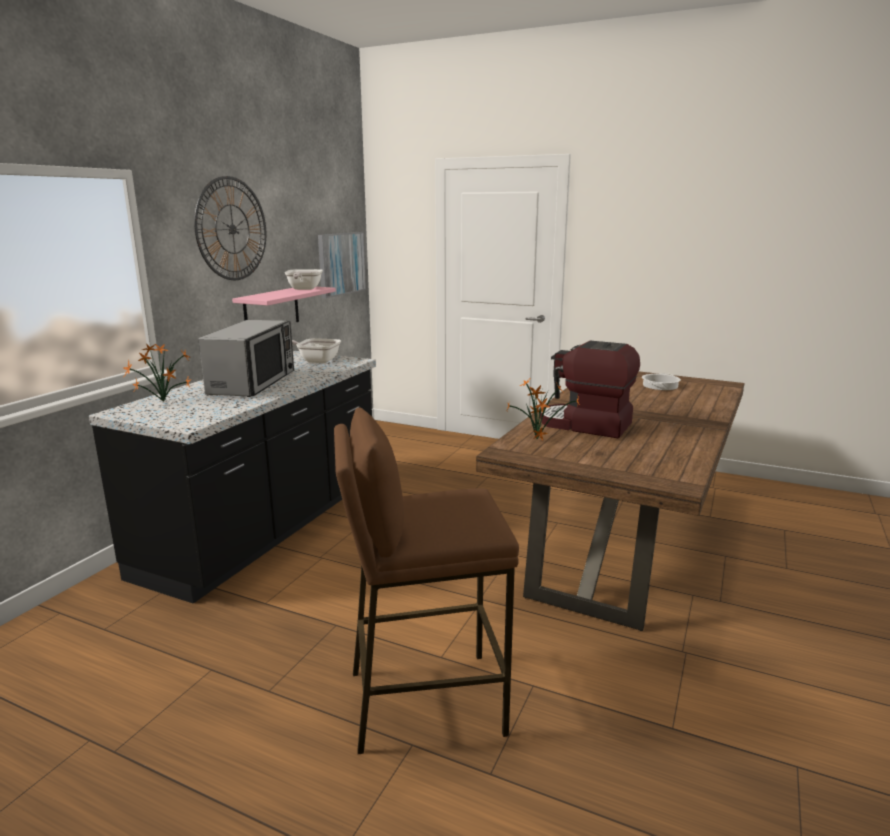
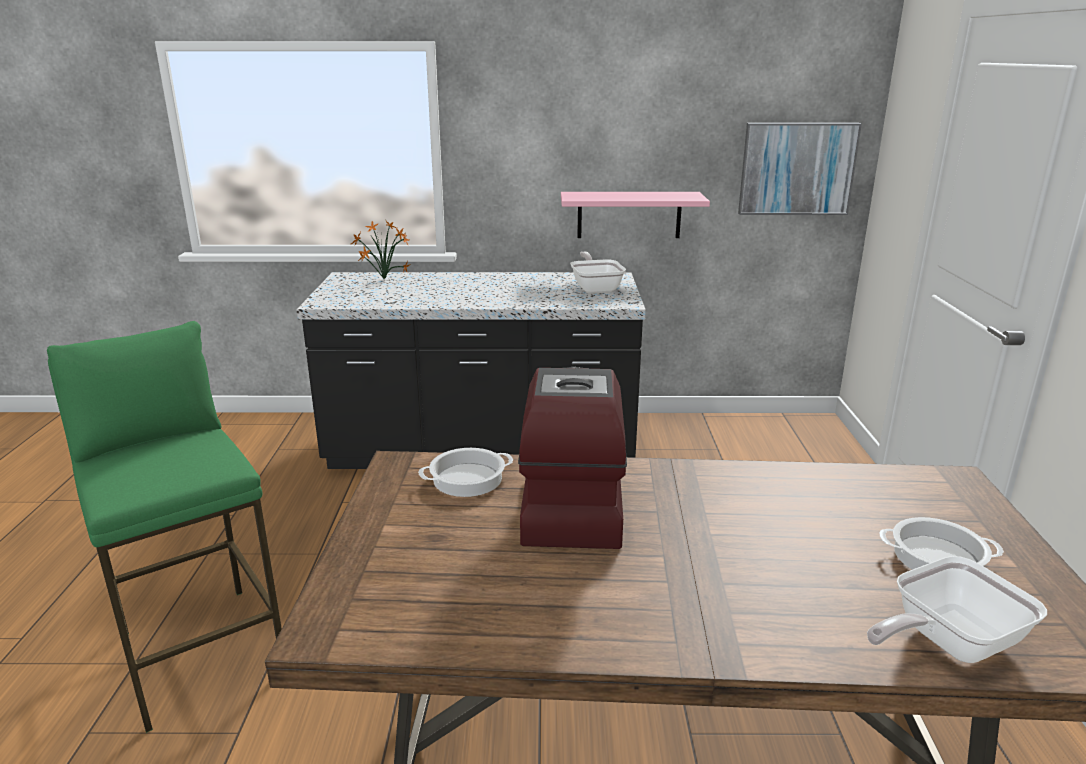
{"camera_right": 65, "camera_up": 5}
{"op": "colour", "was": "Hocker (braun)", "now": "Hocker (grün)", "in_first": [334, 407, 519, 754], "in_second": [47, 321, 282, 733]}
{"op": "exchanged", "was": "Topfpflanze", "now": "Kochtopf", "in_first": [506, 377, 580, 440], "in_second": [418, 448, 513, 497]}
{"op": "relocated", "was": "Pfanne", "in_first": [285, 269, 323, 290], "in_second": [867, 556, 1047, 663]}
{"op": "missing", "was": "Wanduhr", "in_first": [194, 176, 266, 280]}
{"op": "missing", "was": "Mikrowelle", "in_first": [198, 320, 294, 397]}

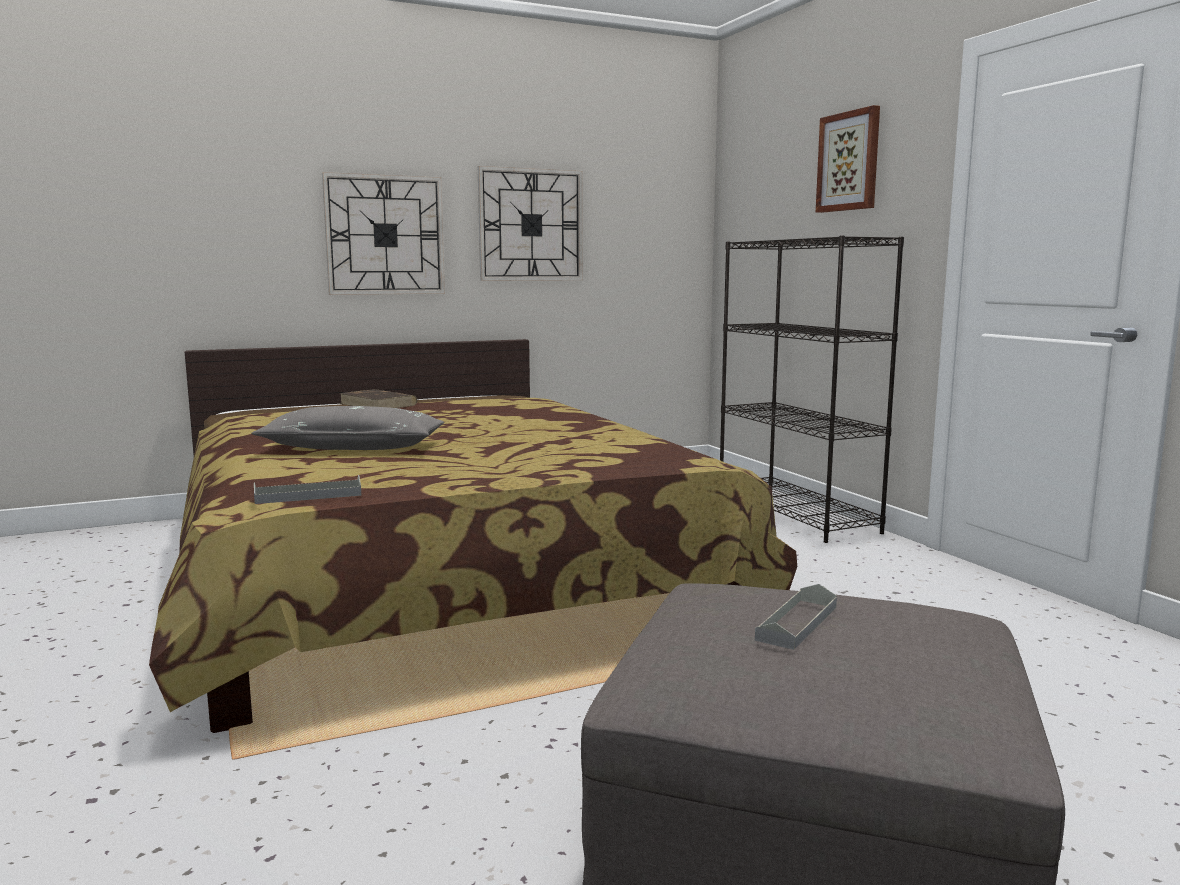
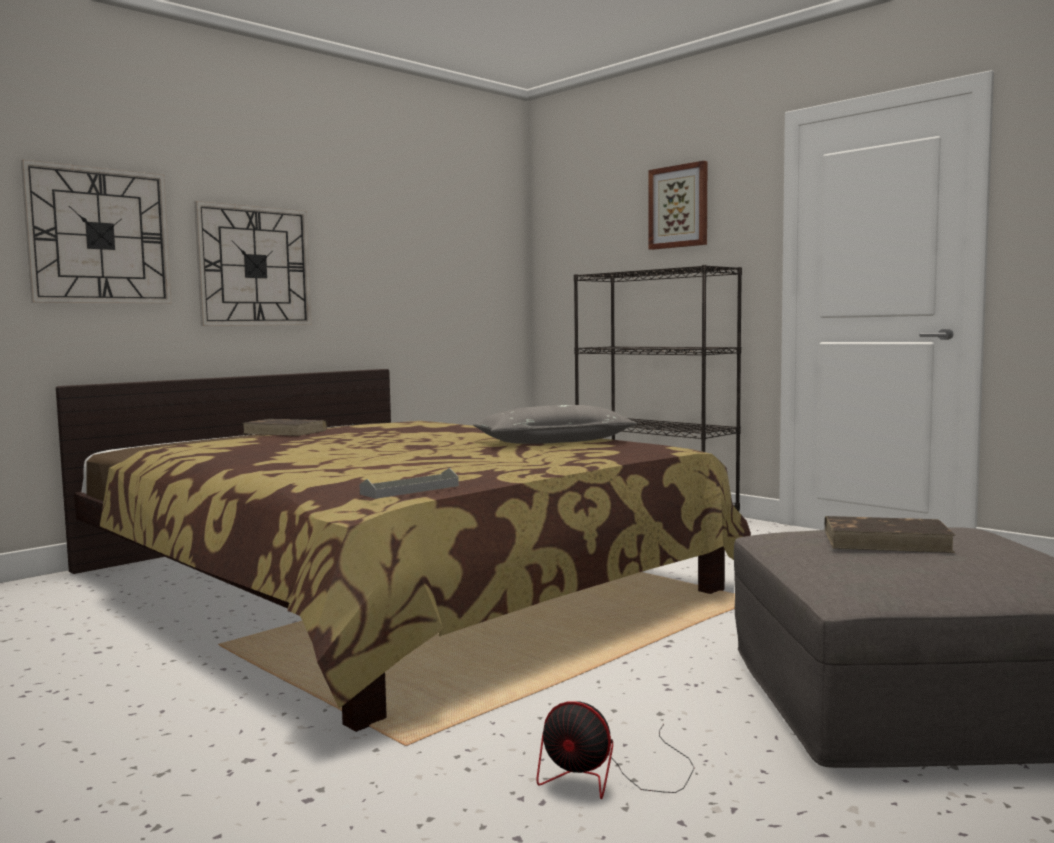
{"camera_right": -20, "camera_up": -5}
{"op": "relocated", "was": "Wanduhr", "in_first": [478, 166, 583, 281], "in_second": [21, 160, 171, 304]}
{"op": "relocated", "was": "Kissen (grau)", "in_first": [251, 406, 444, 450], "in_second": [473, 405, 637, 444]}
{"op": "appeared", "now": "Ventilator", "in_second": [537, 701, 695, 799]}
{"op": "exchanged", "was": "Tablett (grau)", "now": "Buch (braun)", "in_first": [755, 584, 837, 650], "in_second": [825, 516, 955, 553]}

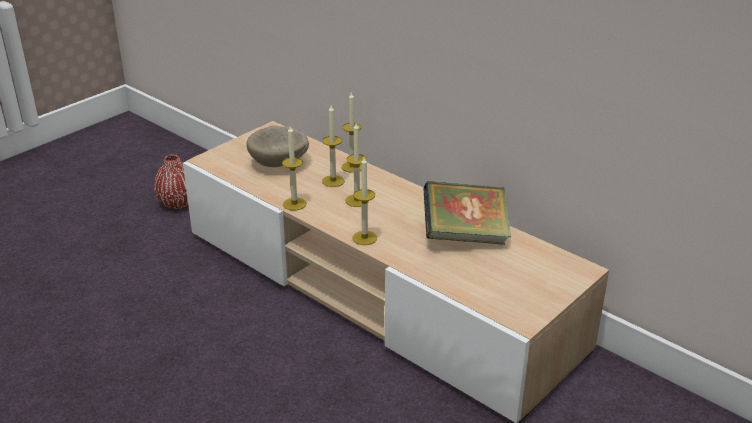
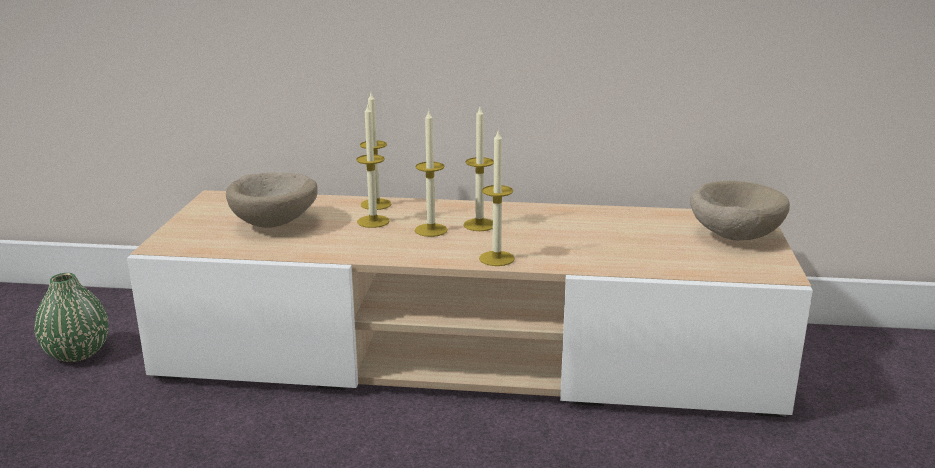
{"camera_right": -35, "camera_up": -10}
{"op": "colour", "was": "Vase (rot)", "now": "Vase (grün)", "in_first": [154, 154, 188, 209], "in_second": [34, 273, 109, 362]}
{"op": "relocated", "was": "Kerze", "in_first": [282, 126, 306, 210], "in_second": [463, 107, 494, 231]}
{"op": "appeared", "now": "Schüssel (beige)", "in_second": [690, 181, 790, 241]}
{"op": "missing", "was": "Buch", "in_first": [423, 181, 511, 245]}

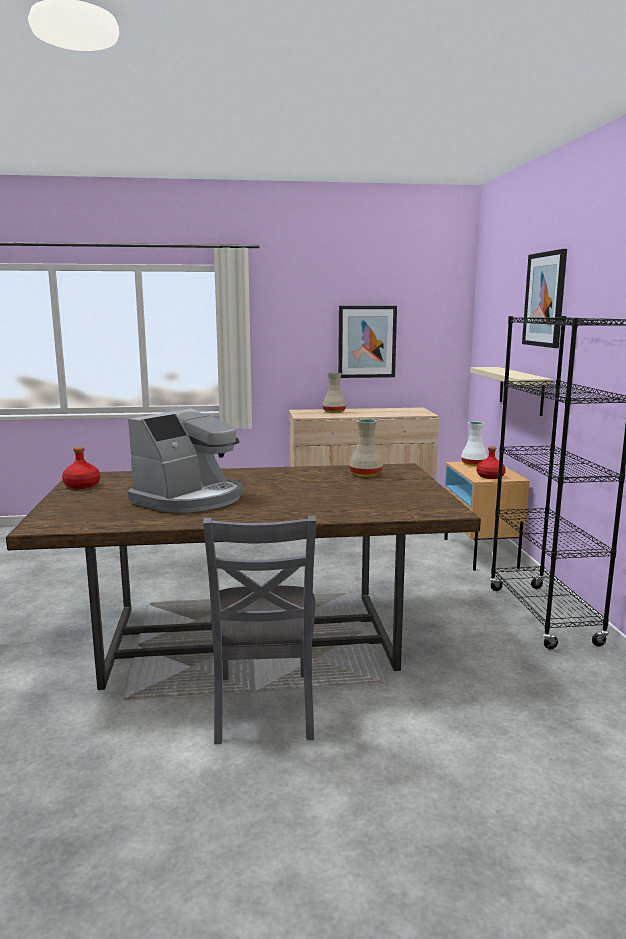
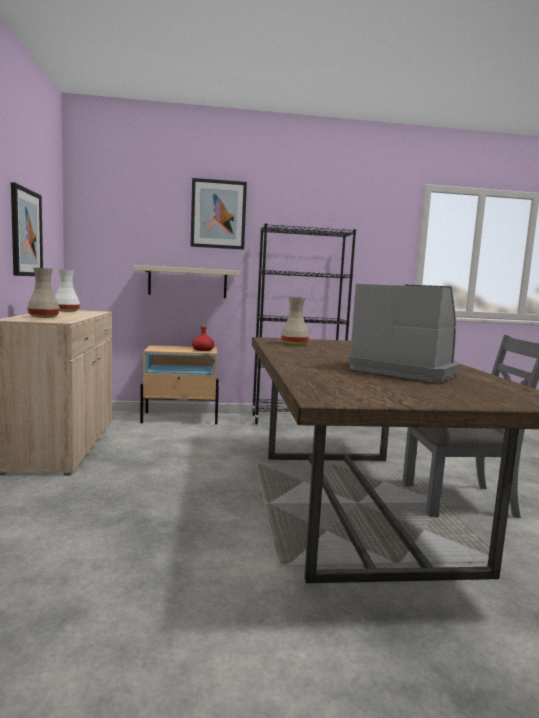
{"camera_right": -90, "camera_up": -5}
{"op": "relocated", "was": "Vase (weiß)", "in_first": [461, 422, 487, 466], "in_second": [55, 270, 80, 312]}
{"op": "missing", "was": "Flasche (rot)", "in_first": [62, 447, 100, 489]}

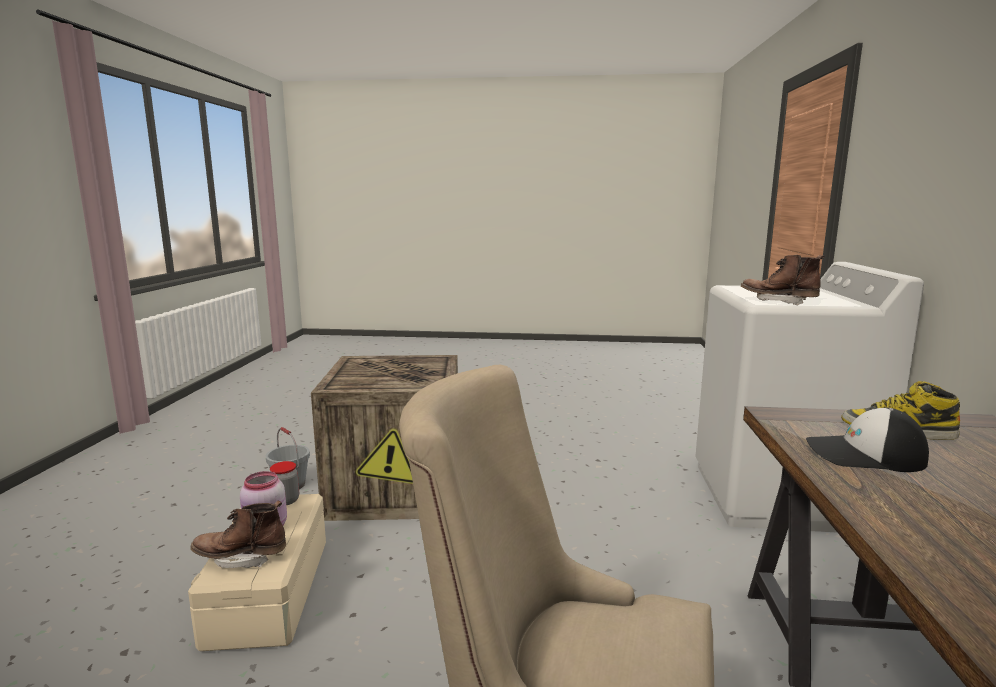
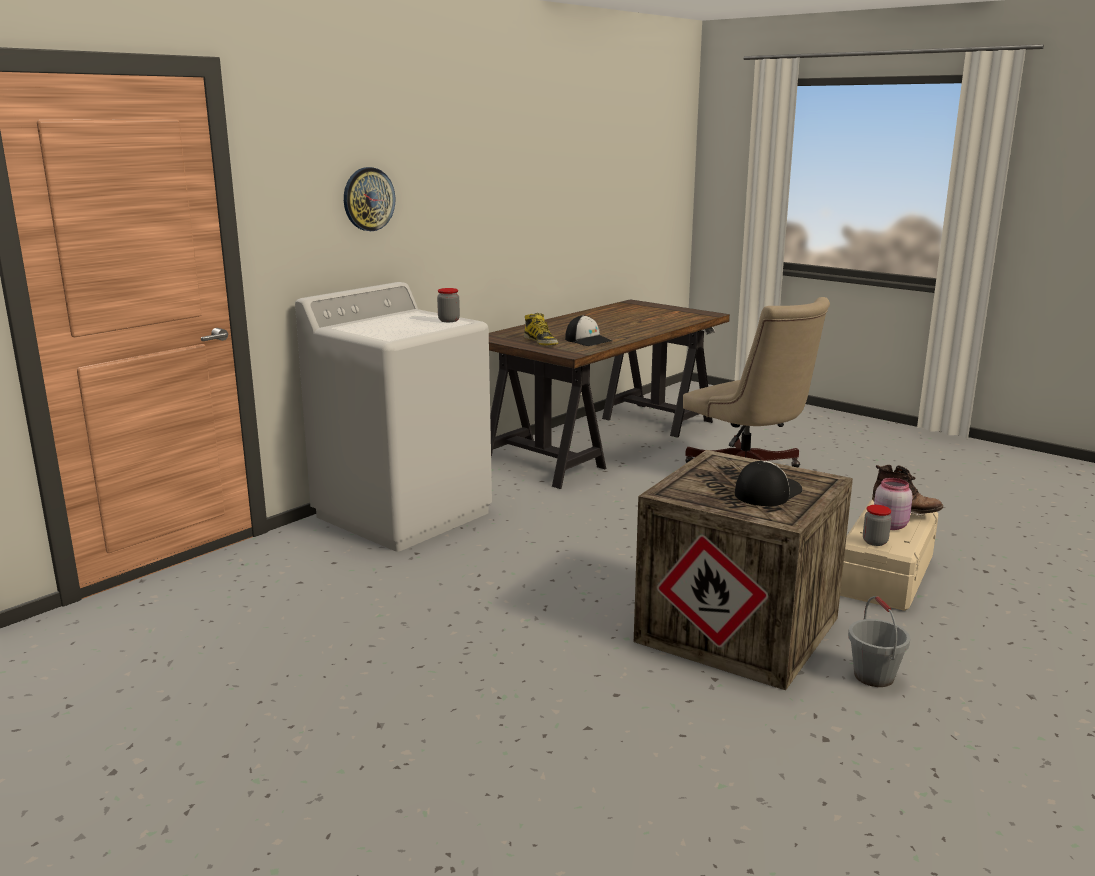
{"camera_right": -145, "camera_up": 5}
{"op": "appeared", "now": "Wanduhr", "in_second": [344, 167, 395, 231]}
{"op": "exchanged", "was": "Stiefel (braun)", "now": "Vorratsglas", "in_first": [741, 255, 824, 305], "in_second": [437, 288, 460, 322]}
{"op": "appeared", "now": "Kappe", "in_second": [735, 461, 802, 506]}

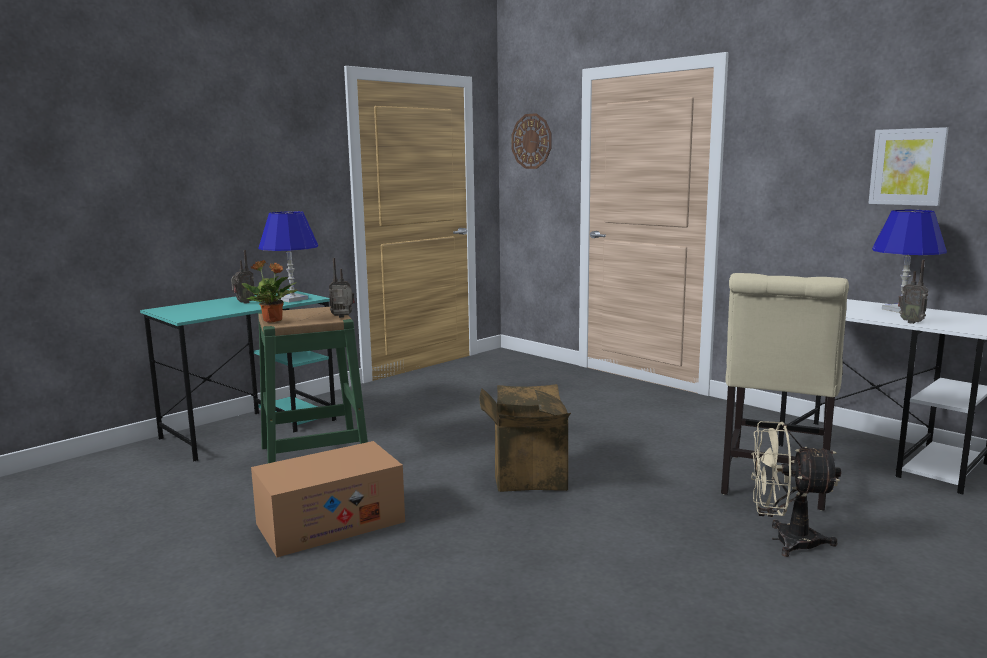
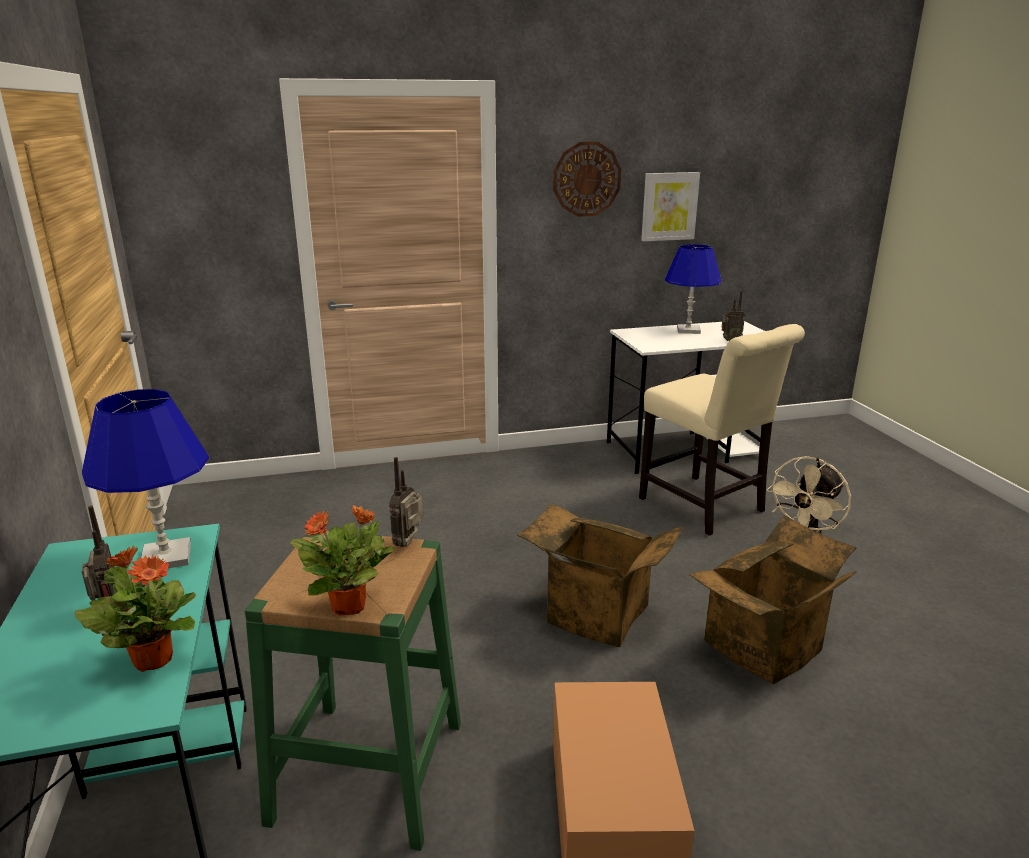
{"camera_right": -60, "camera_up": 10}
{"op": "appeared", "now": "Topfpflanze", "in_second": [74, 546, 196, 672]}
{"op": "relocated", "was": "Wanduhr", "in_first": [511, 113, 552, 169], "in_second": [553, 142, 621, 217]}
{"op": "appeared", "now": "Karton", "in_second": [689, 515, 857, 684]}

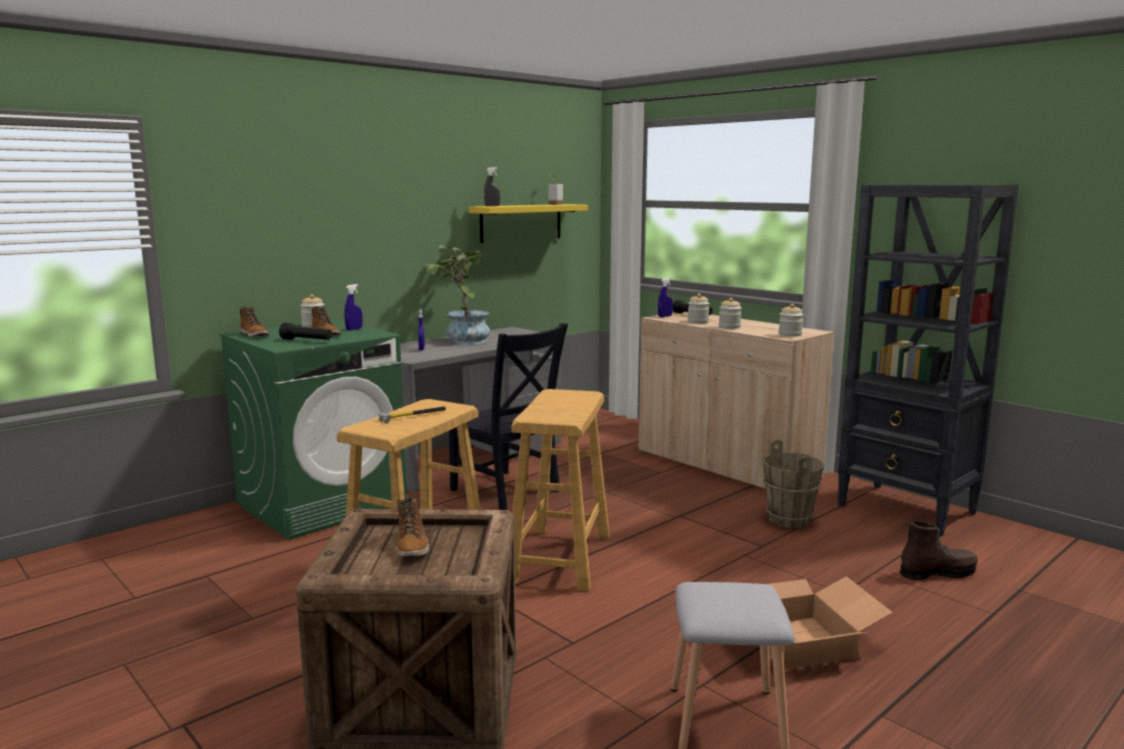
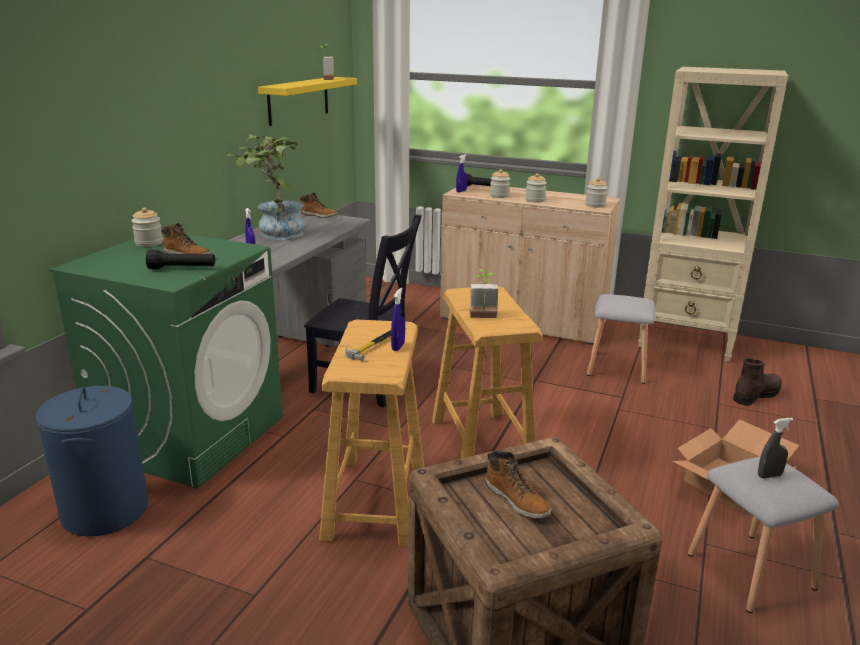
{"camera_right": -25, "camera_up": 10}
{"op": "appeared", "now": "Wäschekorb (blau)", "in_second": [36, 386, 148, 537]}
{"op": "relocated", "was": "Stiefel", "in_first": [240, 306, 269, 337], "in_second": [300, 193, 338, 218]}
{"op": "relocated", "was": "Sprühflasche (blau)", "in_first": [344, 284, 363, 331], "in_second": [391, 288, 405, 351]}
{"op": "appeared", "now": "Topfpflanze", "in_second": [470, 269, 498, 318]}
{"op": "exchanged", "was": "Eimer (braun)", "now": "Hocker (grau)", "in_first": [763, 440, 824, 528], "in_second": [587, 294, 656, 384]}
{"op": "colour", "was": "Bücherregal (schwarz)", "now": "Bücherregal (beige)", "in_first": [837, 185, 1019, 537], "in_second": [638, 67, 788, 362]}
{"op": "relocated", "was": "Sprühflasche (grau)", "in_first": [484, 167, 500, 206], "in_second": [758, 418, 793, 479]}

